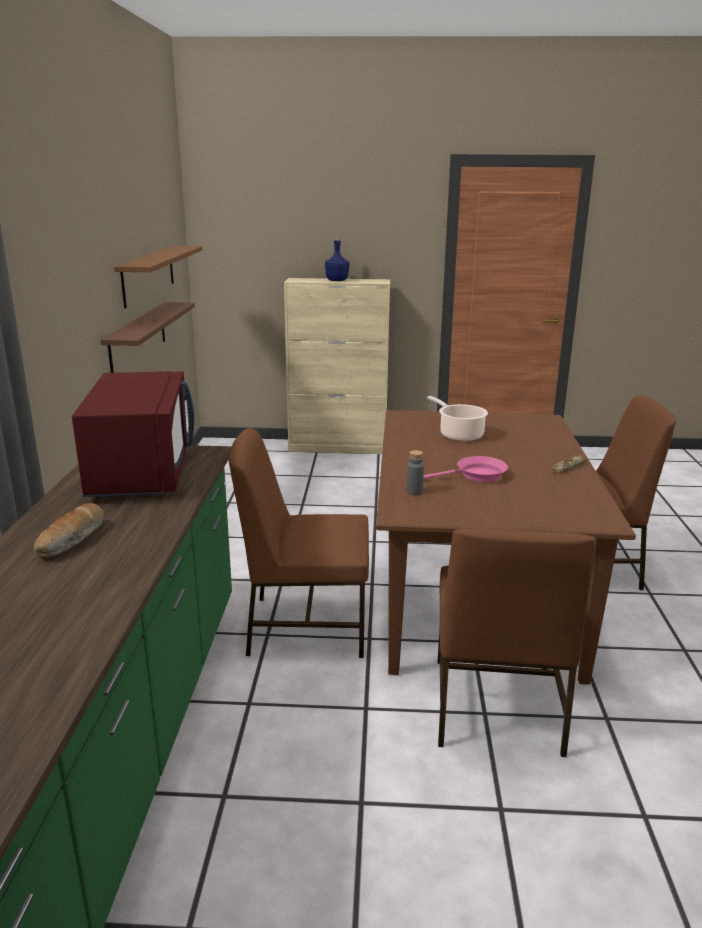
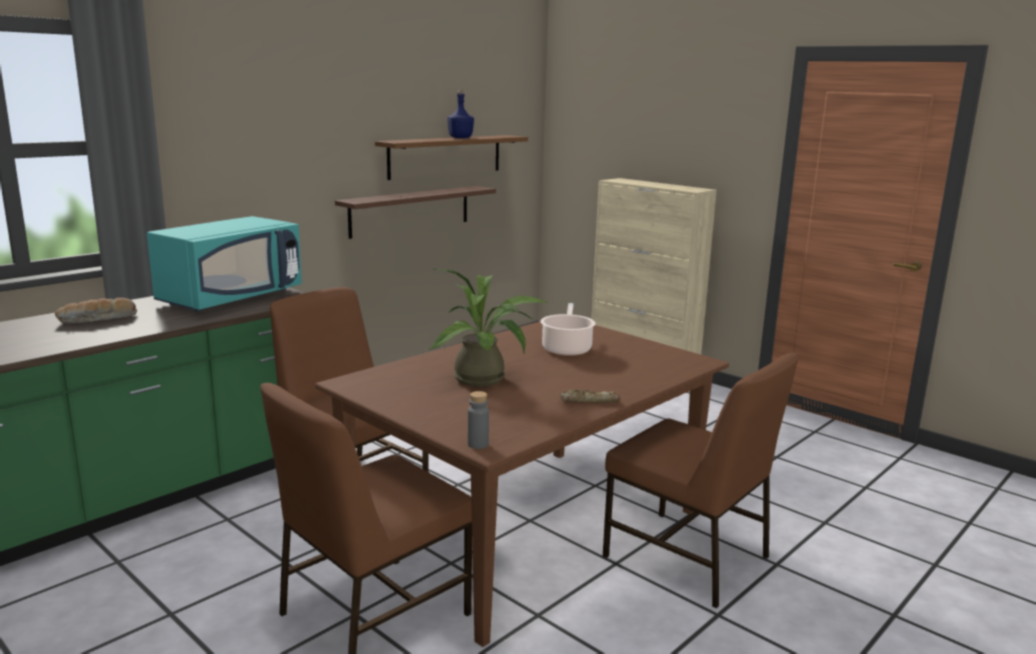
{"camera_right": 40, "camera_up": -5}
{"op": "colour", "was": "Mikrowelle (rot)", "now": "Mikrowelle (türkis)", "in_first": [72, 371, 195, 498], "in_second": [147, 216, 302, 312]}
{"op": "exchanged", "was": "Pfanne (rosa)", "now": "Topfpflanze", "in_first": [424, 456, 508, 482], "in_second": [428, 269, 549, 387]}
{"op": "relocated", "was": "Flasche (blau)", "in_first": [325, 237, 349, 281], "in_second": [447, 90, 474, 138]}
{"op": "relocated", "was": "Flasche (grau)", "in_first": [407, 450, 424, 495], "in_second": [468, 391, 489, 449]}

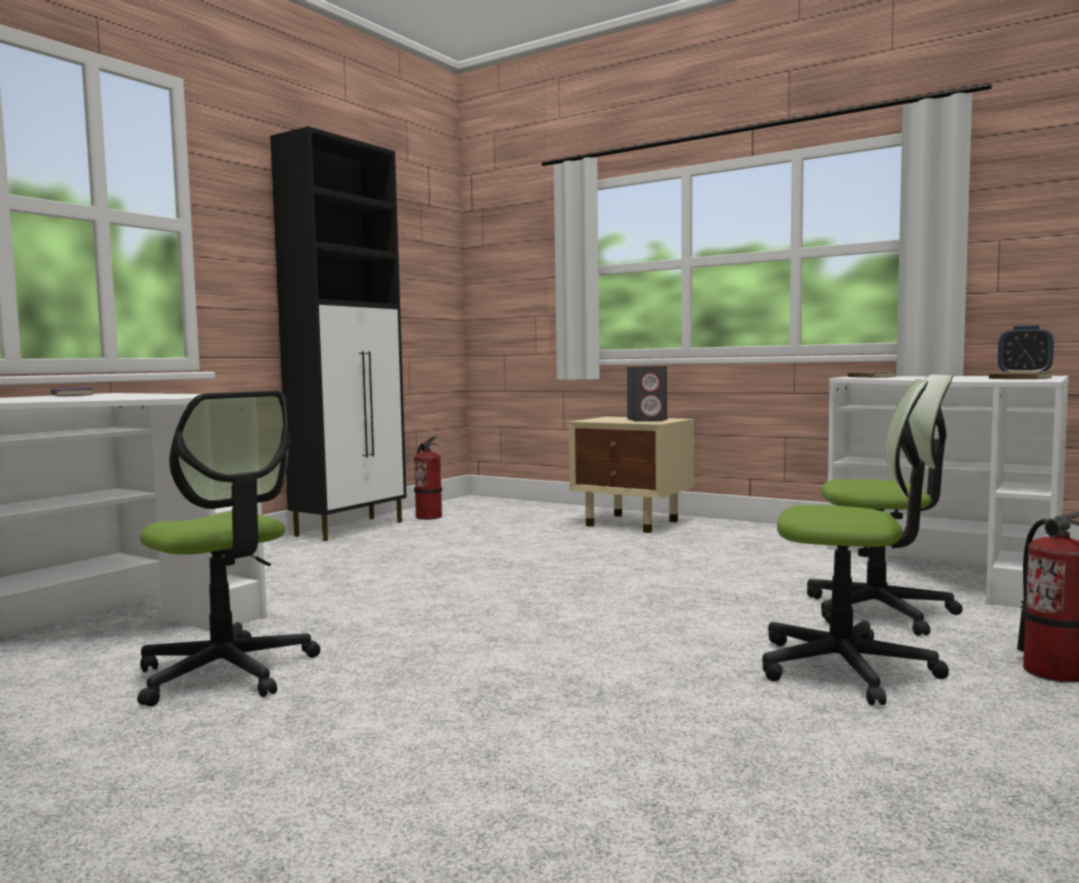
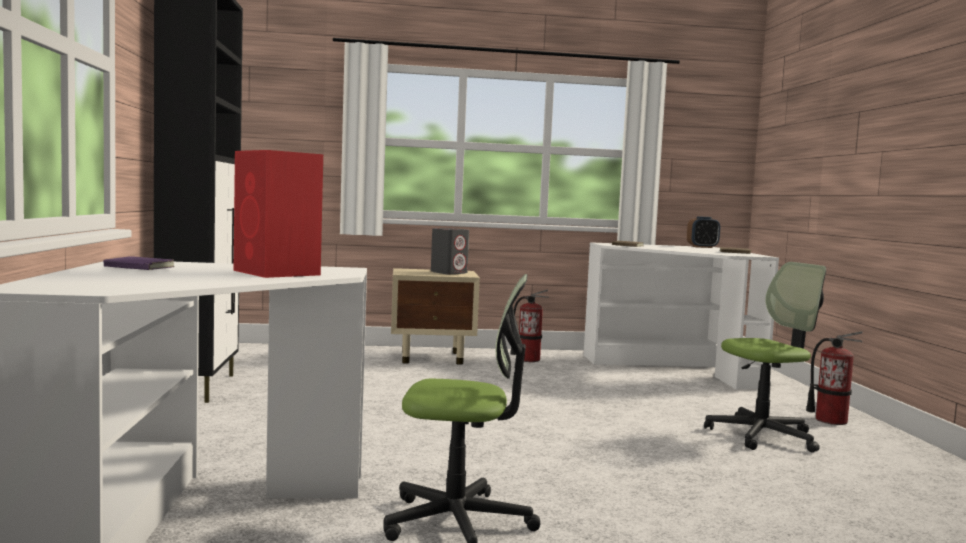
{"camera_right": -40, "camera_up": 0}
{"op": "appeared", "now": "Lautsprecher (rot)", "in_second": [233, 150, 323, 278]}
{"op": "relocated", "was": "Feuerlöscher", "in_first": [414, 435, 442, 520], "in_second": [511, 289, 549, 362]}
{"op": "missing", "was": "Bürostuhl", "in_first": [807, 374, 963, 636]}

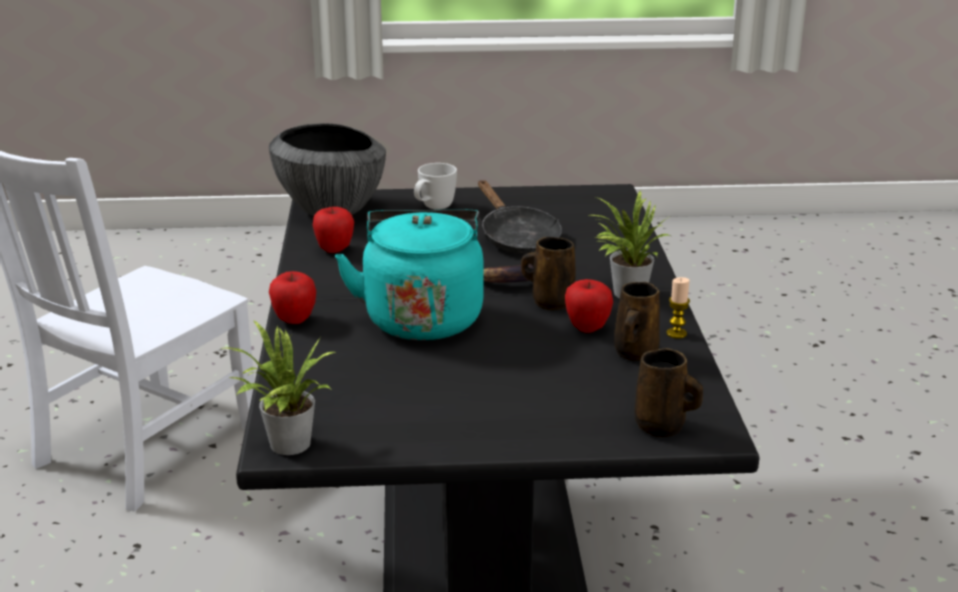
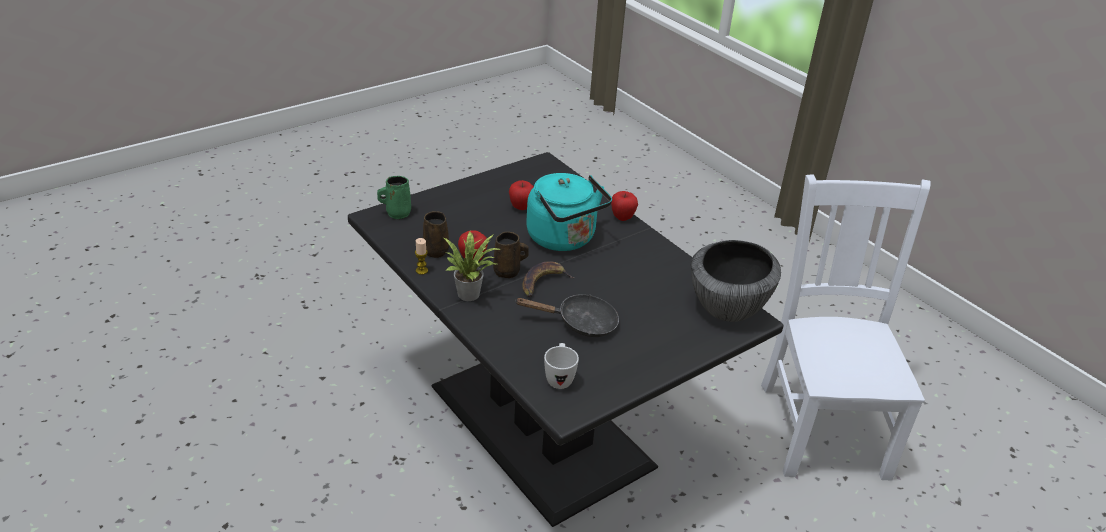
{"camera_right": 145, "camera_up": 10}
{"op": "colour", "was": "Henkelbecher (braun)", "now": "Henkelbecher (grün)", "in_first": [635, 348, 703, 437], "in_second": [377, 176, 411, 219]}
{"op": "relocated", "was": "Apfel", "in_first": [313, 207, 354, 253], "in_second": [509, 180, 534, 210]}
{"op": "spun", "was": "Pfanne (schwarz)", "in_first": [478, 180, 562, 254], "in_second": [515, 294, 619, 337], "clockwise": 150}
{"op": "relocated", "was": "Henkelbecher (weiß)", "in_first": [414, 163, 457, 210], "in_second": [544, 343, 579, 389]}
{"op": "missing", "was": "Topfpflanze", "in_first": [224, 320, 335, 455]}

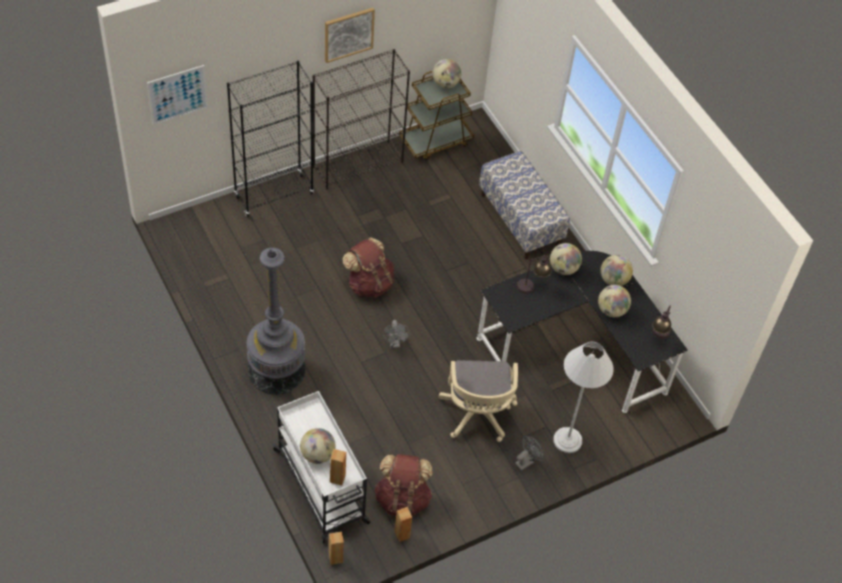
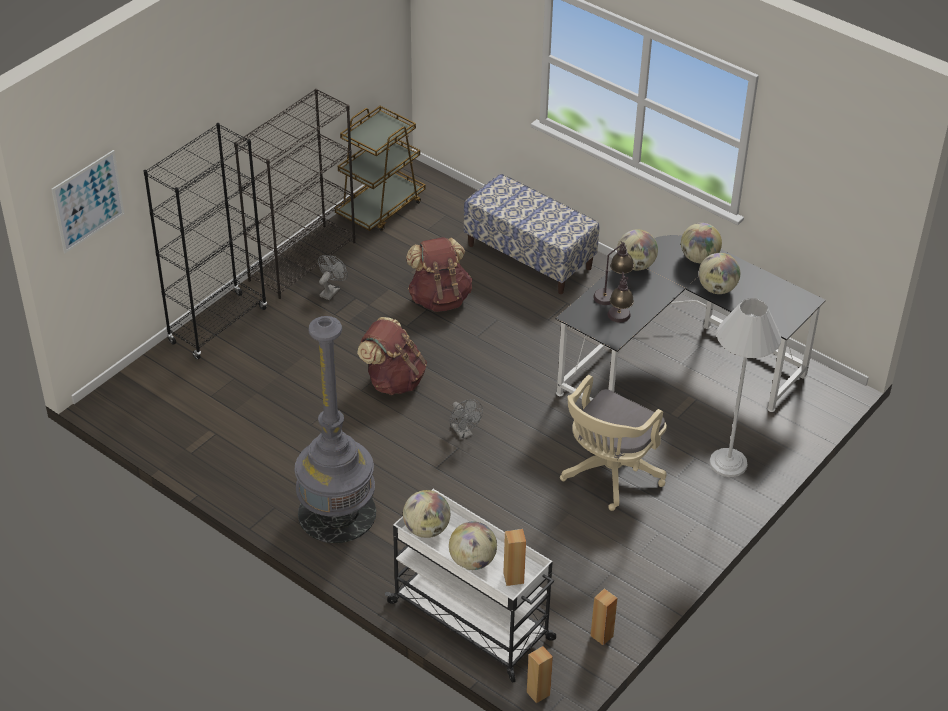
{"camera_right": -20, "camera_up": -10}
{"op": "relocated", "was": "Ventilator (grau)", "in_first": [515, 436, 543, 471], "in_second": [318, 255, 348, 300]}
{"op": "relocated", "was": "Globus", "in_first": [432, 59, 461, 88], "in_second": [403, 490, 450, 538]}
{"op": "relocated", "was": "Rucksack (braun)", "in_first": [374, 454, 432, 517], "in_second": [406, 237, 472, 312]}
{"op": "spun", "was": "Bürostuhl (beige)", "in_first": [438, 360, 518, 442], "in_second": [560, 375, 667, 511], "clockwise": 60}
{"op": "relocated", "was": "Tischlampe", "in_first": [652, 306, 671, 339], "in_second": [608, 272, 634, 323]}
{"op": "missing", "was": "Bild", "in_first": [325, 8, 375, 63]}

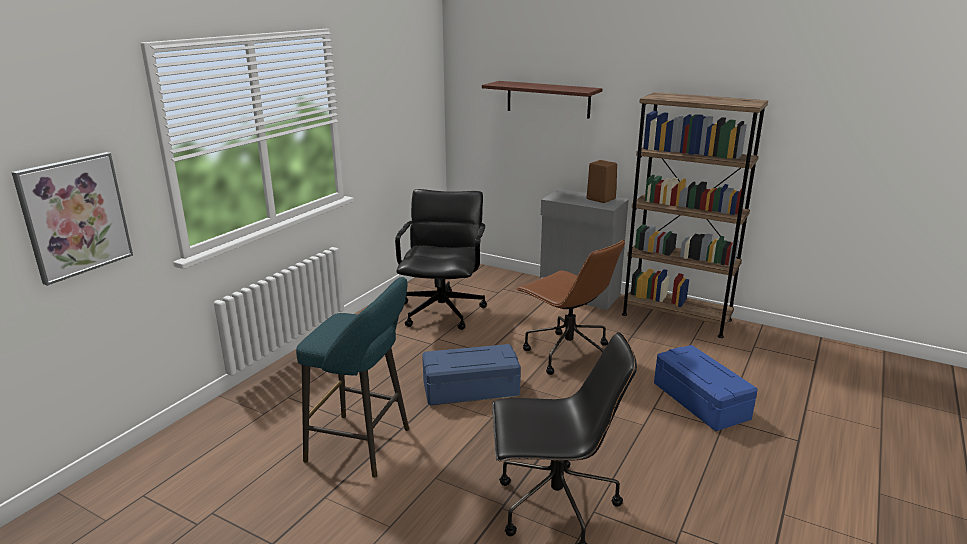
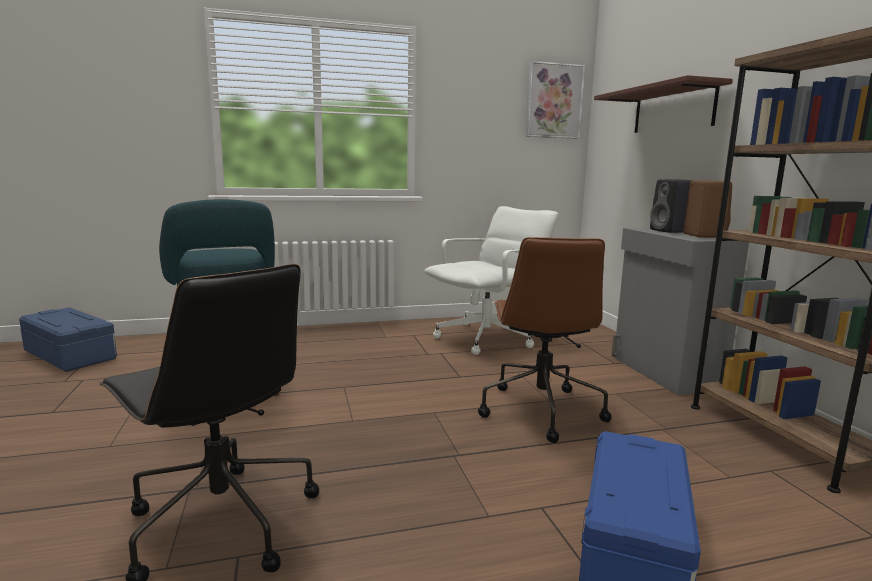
{"camera_right": 45, "camera_up": -10}
{"op": "relocated", "was": "Aufbewahrungsbox (blau)", "in_first": [422, 344, 521, 405], "in_second": [19, 307, 117, 372]}
{"op": "colour", "was": "Bürostuhl (schwarz)", "now": "Bürostuhl (weiß)", "in_first": [395, 189, 487, 330], "in_second": [424, 206, 559, 355]}
{"op": "relocated", "was": "Bild", "in_first": [12, 152, 133, 286], "in_second": [525, 61, 585, 139]}
{"op": "appeared", "now": "Lautsprecher (schwarz)", "in_second": [650, 179, 692, 233]}

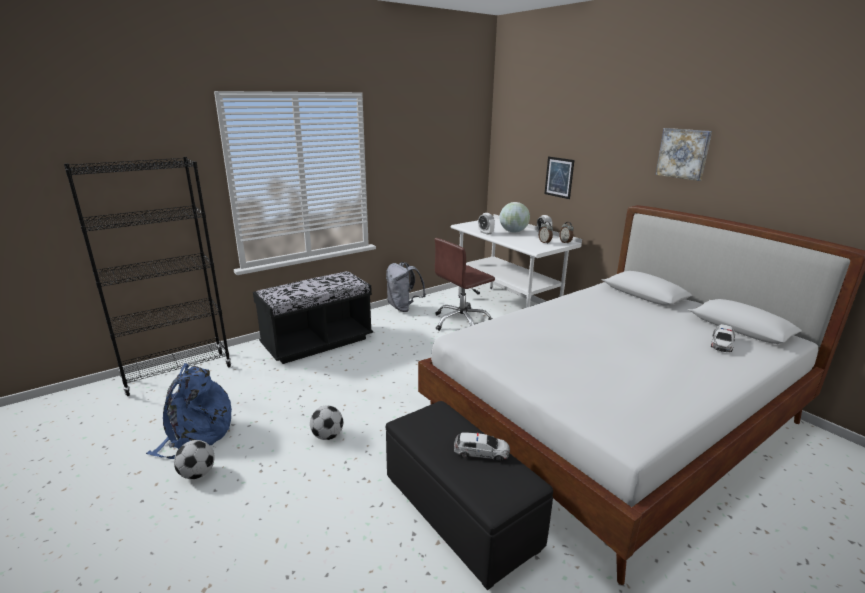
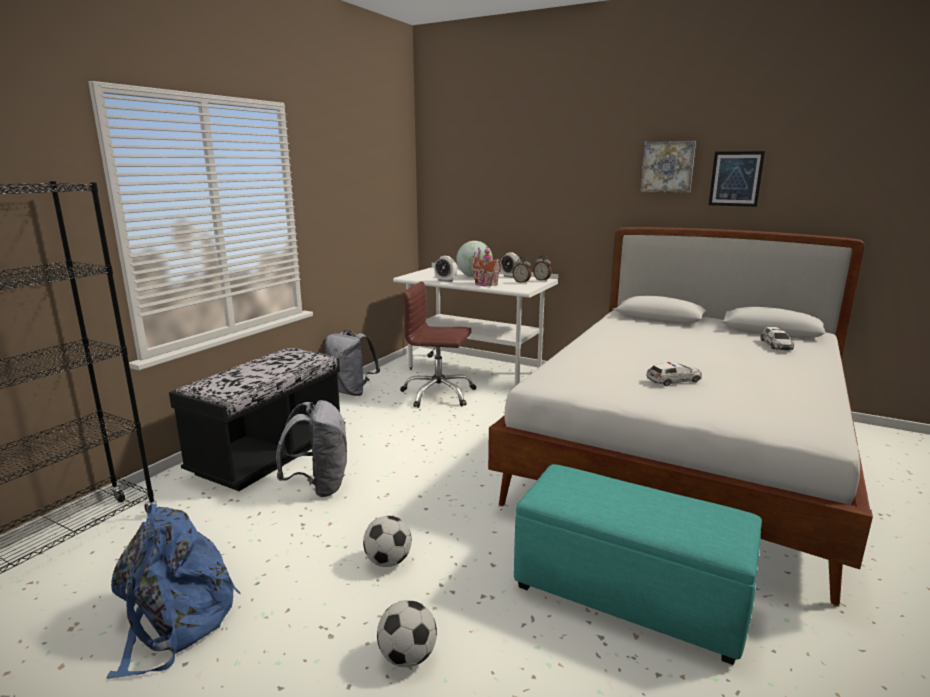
{"camera_right": -25, "camera_up": -5}
{"op": "appeared", "now": "Rucksack (grau)", "in_second": [276, 400, 347, 497]}
{"op": "relocated", "was": "Fußball", "in_first": [174, 440, 215, 479], "in_second": [377, 600, 437, 667]}
{"op": "spun", "was": "Bürostuhl (braun)", "in_first": [435, 238, 495, 331], "in_second": [400, 281, 476, 408], "clockwise": 75}
{"op": "appeared", "now": "Spielzeughaus", "in_second": [472, 248, 501, 287]}
{"op": "colour", "was": "Polsterhocker (schwarz)", "now": "Polsterhocker (türkis)", "in_first": [386, 401, 553, 590], "in_second": [514, 464, 762, 665]}
{"op": "relocated", "was": "Spielzeugauto", "in_first": [454, 432, 510, 461], "in_second": [646, 362, 702, 386]}
{"op": "relocated", "was": "Bild", "in_first": [545, 157, 574, 199], "in_second": [709, 151, 765, 207]}

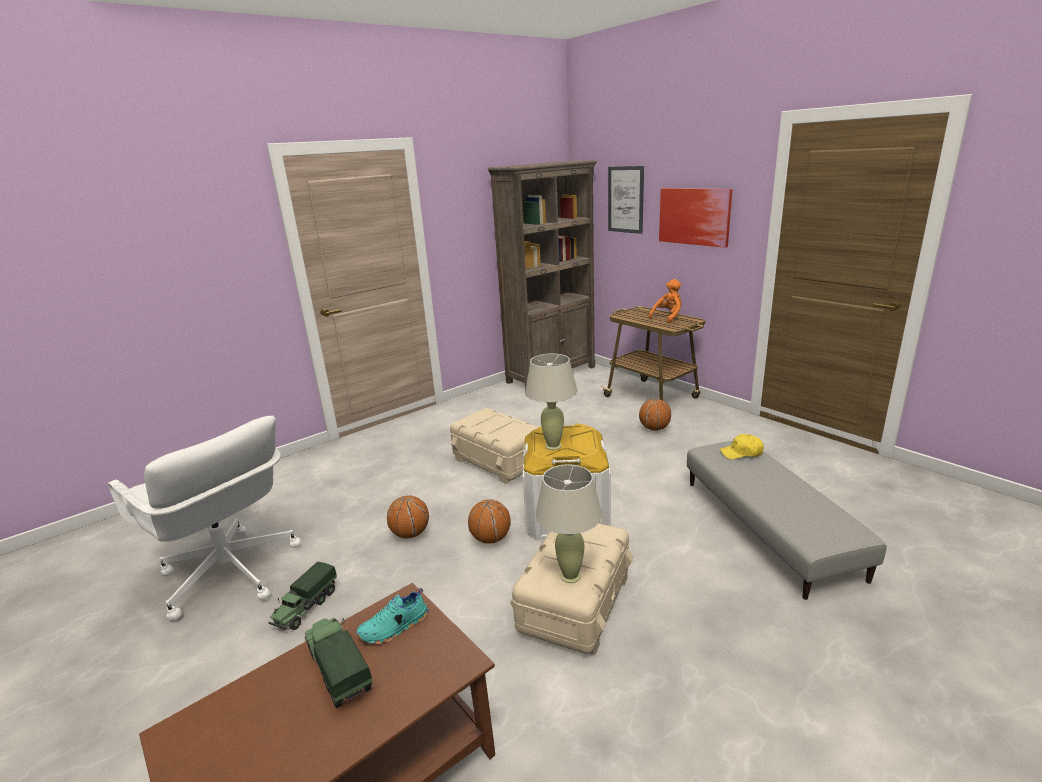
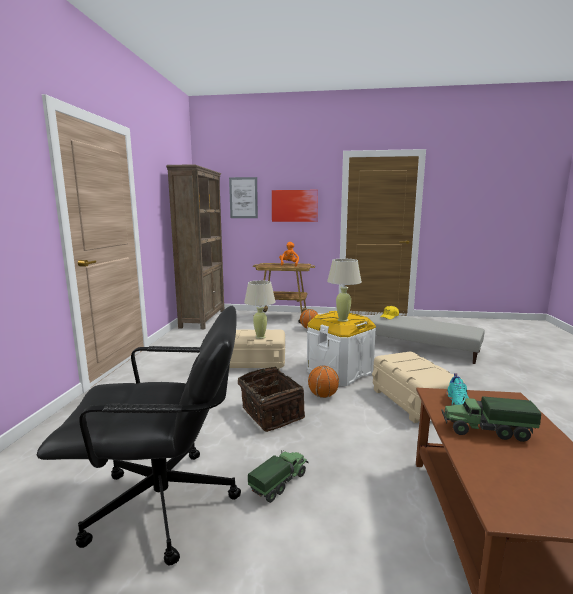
{"camera_right": -45, "camera_up": -10}
{"op": "colour", "was": "Bürostuhl (weiß)", "now": "Bürostuhl (schwarz)", "in_first": [107, 416, 301, 621], "in_second": [37, 306, 241, 566]}
{"op": "exchanged", "was": "Basketball", "now": "Korb", "in_first": [387, 496, 429, 538], "in_second": [238, 367, 305, 432]}
{"op": "relocated", "was": "Tischlampe (beige)", "in_first": [535, 464, 602, 583], "in_second": [244, 280, 276, 339]}
{"op": "spun", "was": "Spielzeuglaster", "in_first": [268, 562, 337, 630], "in_second": [248, 451, 309, 503], "clockwise": -120}

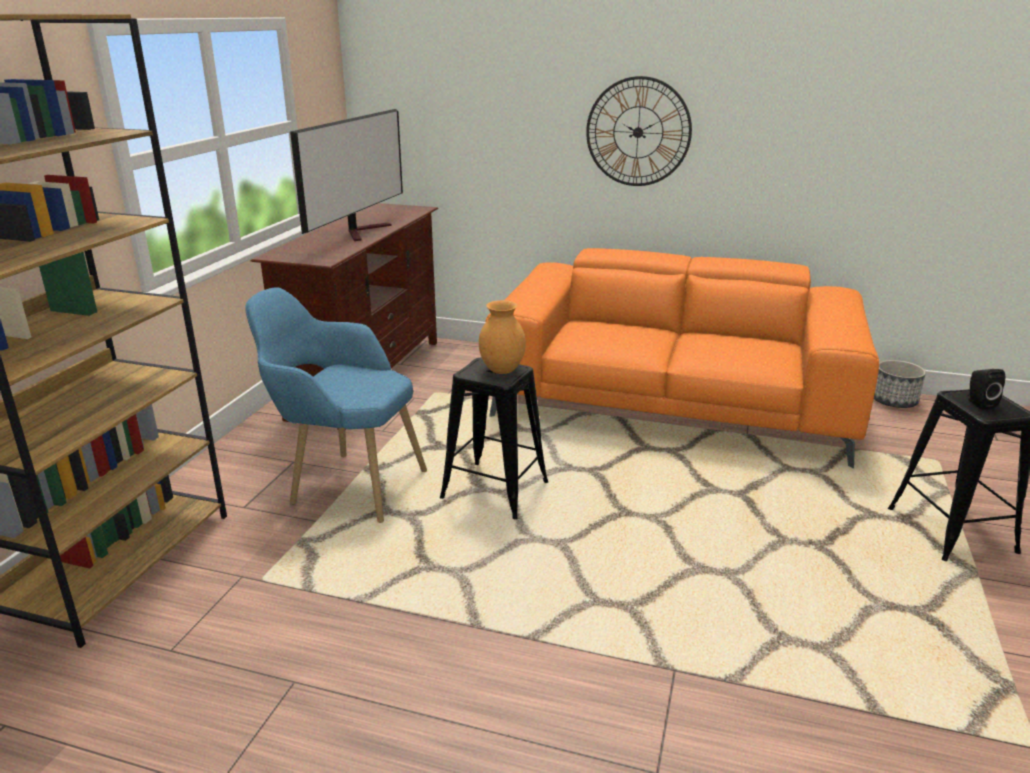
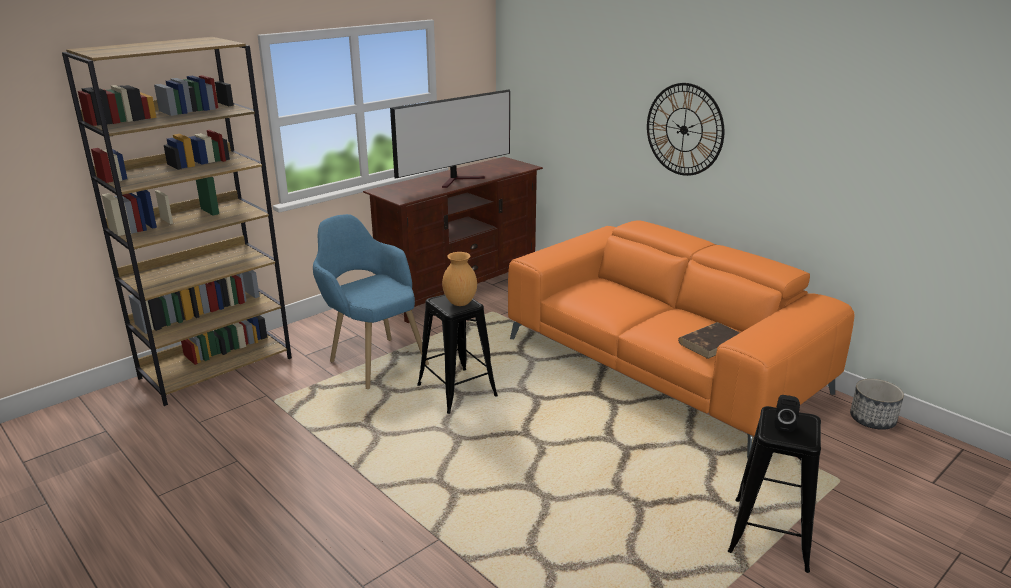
{"camera_right": 30, "camera_up": 0}
{"op": "appeared", "now": "Buch (braun)", "in_second": [678, 322, 740, 359]}

